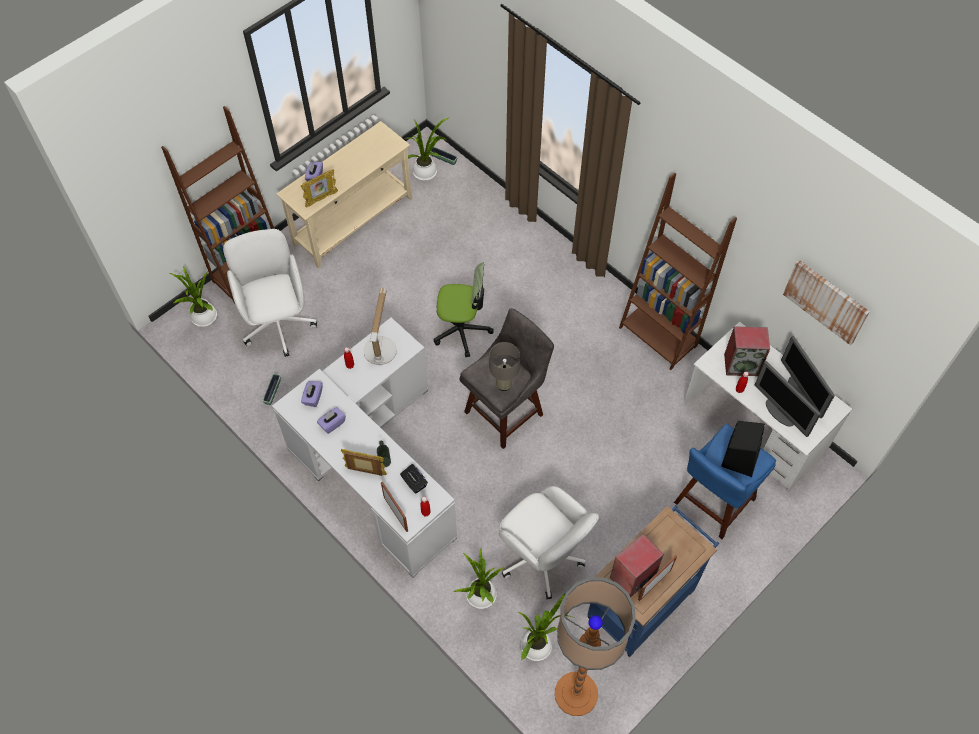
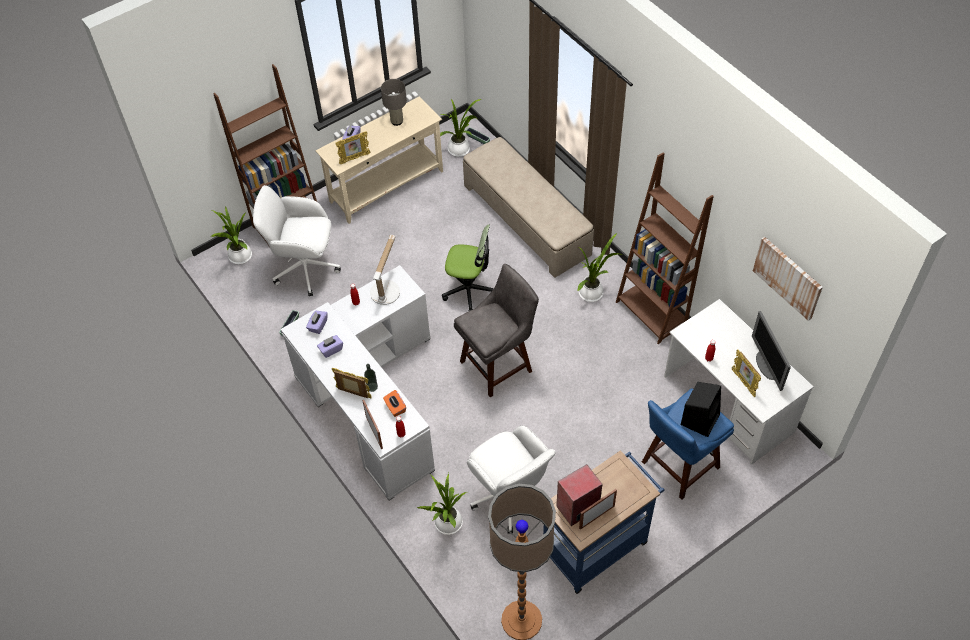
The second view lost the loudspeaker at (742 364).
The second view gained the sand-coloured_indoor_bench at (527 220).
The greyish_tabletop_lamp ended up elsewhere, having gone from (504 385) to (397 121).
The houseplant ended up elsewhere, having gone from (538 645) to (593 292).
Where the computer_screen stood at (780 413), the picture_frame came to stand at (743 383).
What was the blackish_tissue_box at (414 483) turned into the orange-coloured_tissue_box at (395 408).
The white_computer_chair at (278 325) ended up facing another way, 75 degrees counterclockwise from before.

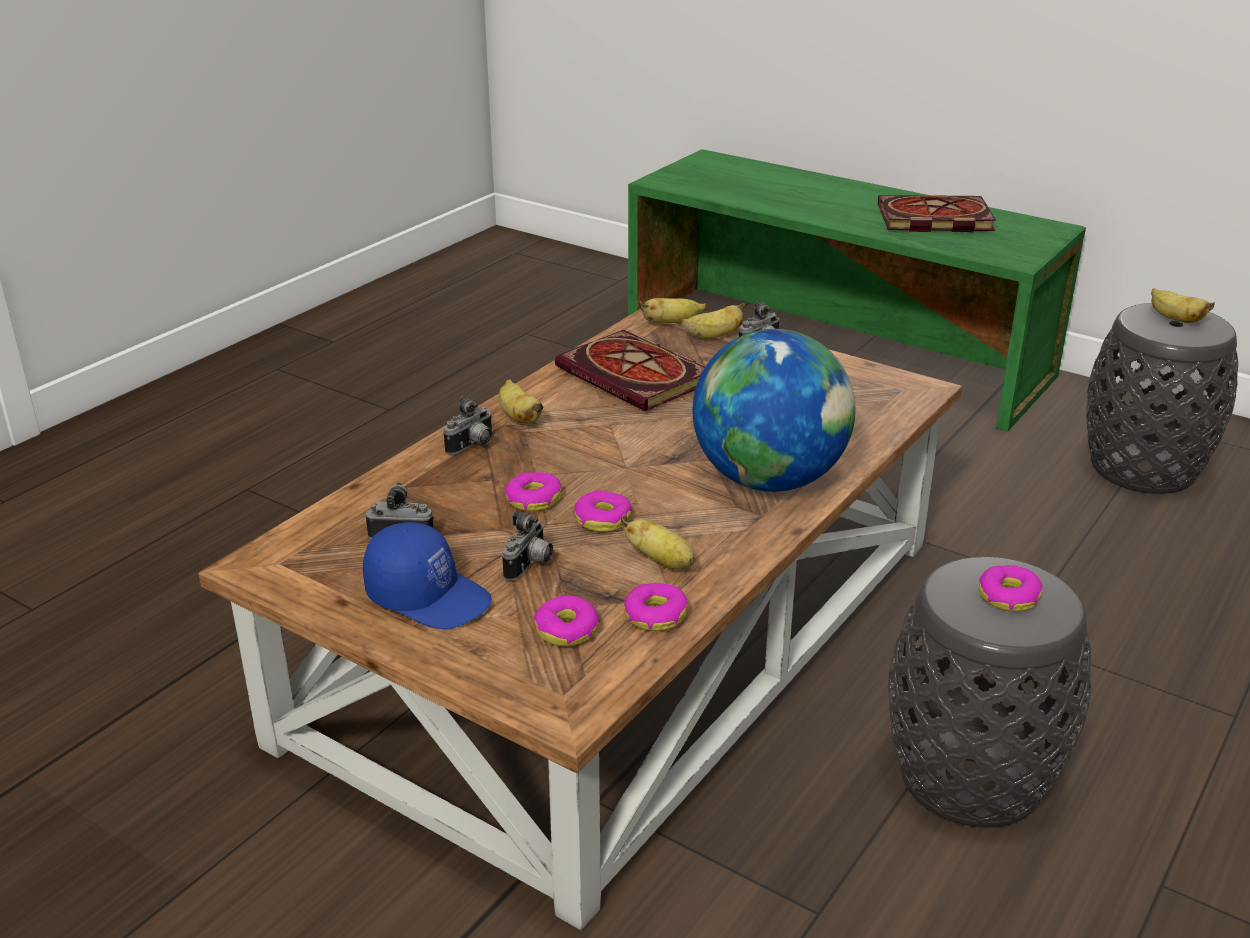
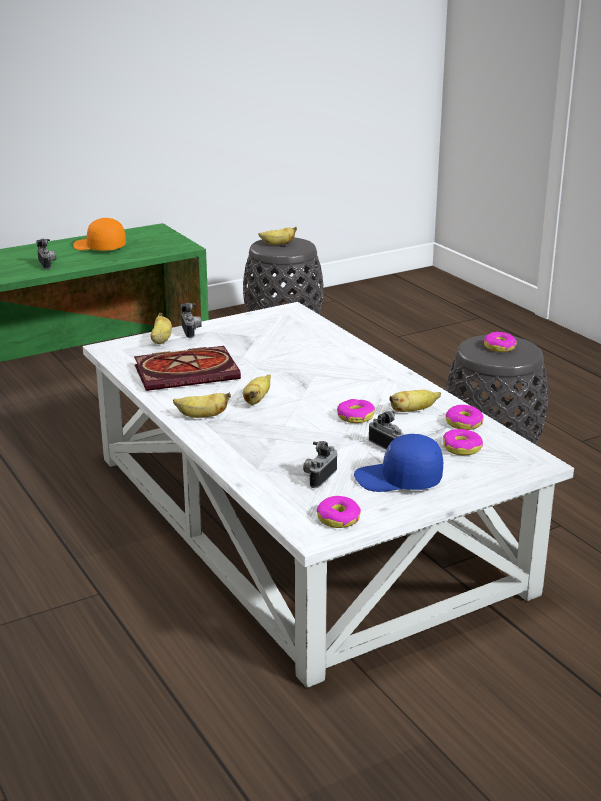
The second view lost the desk_globe at (769 480).
The still_camera ended up elsewhere, having gone from (473 446) to (48 265).
The doughnut ended up elsewhere, having gone from (533 499) to (338 519).
The whole_banana ended up elsewhere, having gone from (671 323) to (257 400).
Where the volume stood at (932 219), the orange-coloured_cap came to stand at (99 247).
What was the brownish_low_table at (623 633) turned into the white_low_table at (296 520).
The blue_cap at (429 596) ended up facing another way, 135 degrees counterclockwise from before.

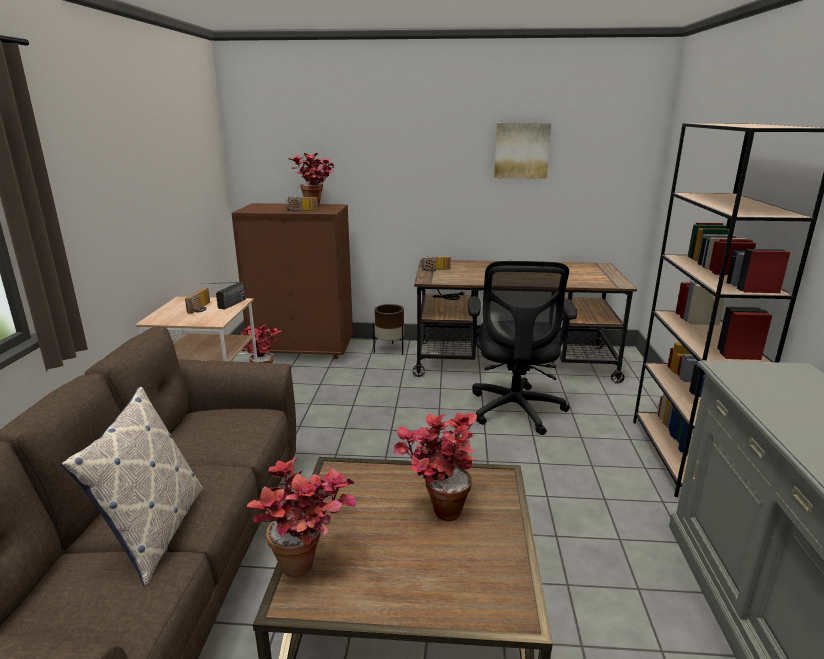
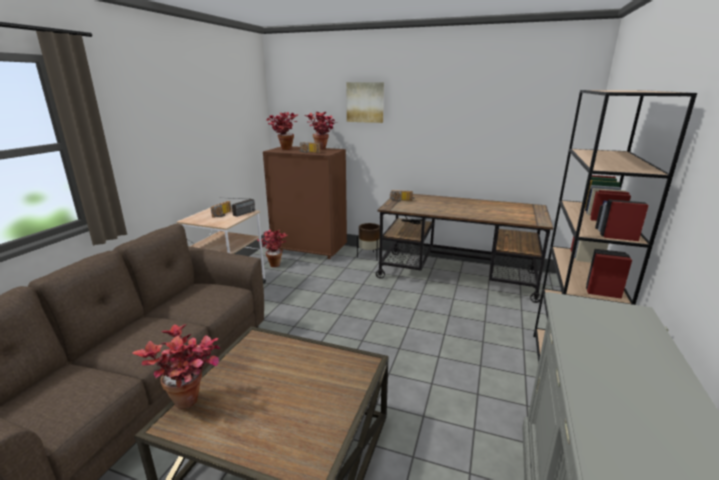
The second view lost the pillow at (155 532).
The second view lost the blackish_computer_chair at (513 406).
The houseplant ended up elsewhere, having gone from (436 510) to (283 149).
The picture ended up elsewhere, having gone from (521 150) to (365 102).

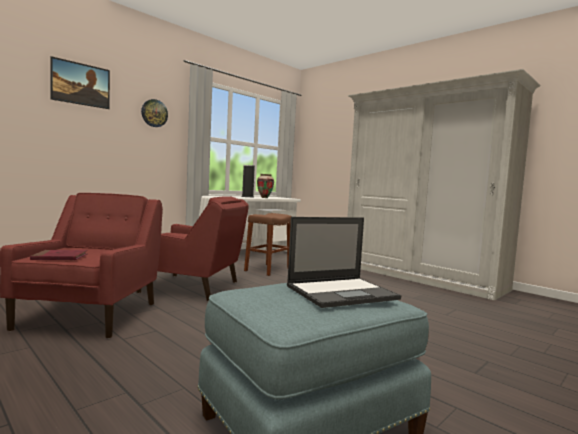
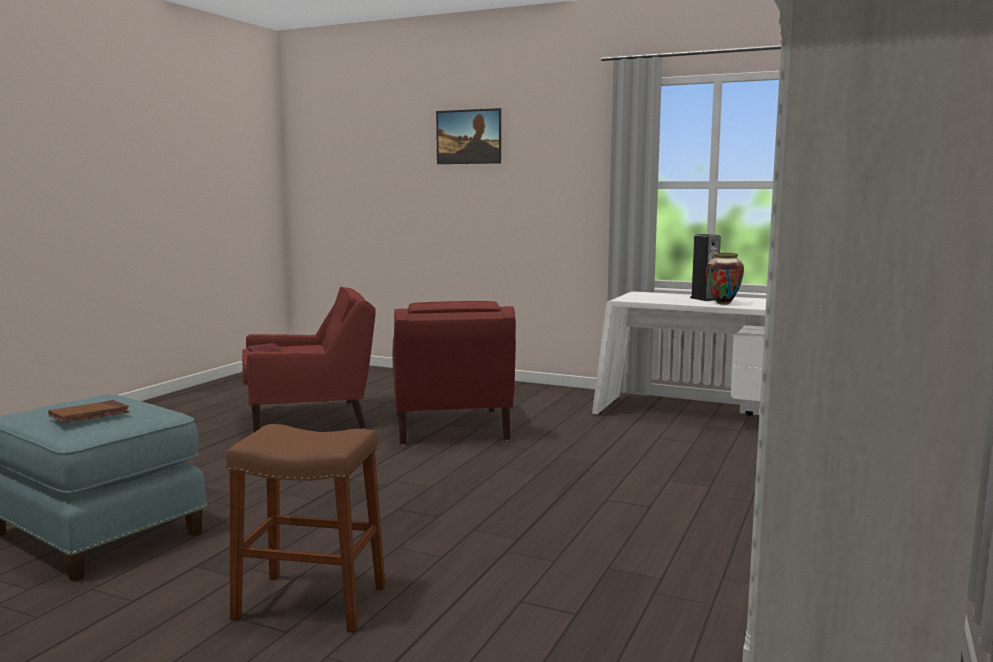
The second view lost the clock_on_the_wall at (154 113).
The brownish_stool ended up elsewhere, having gone from (268 269) to (310 602).
Where the portable_computer stood at (342 292), the brownish_volume came to stand at (89 415).

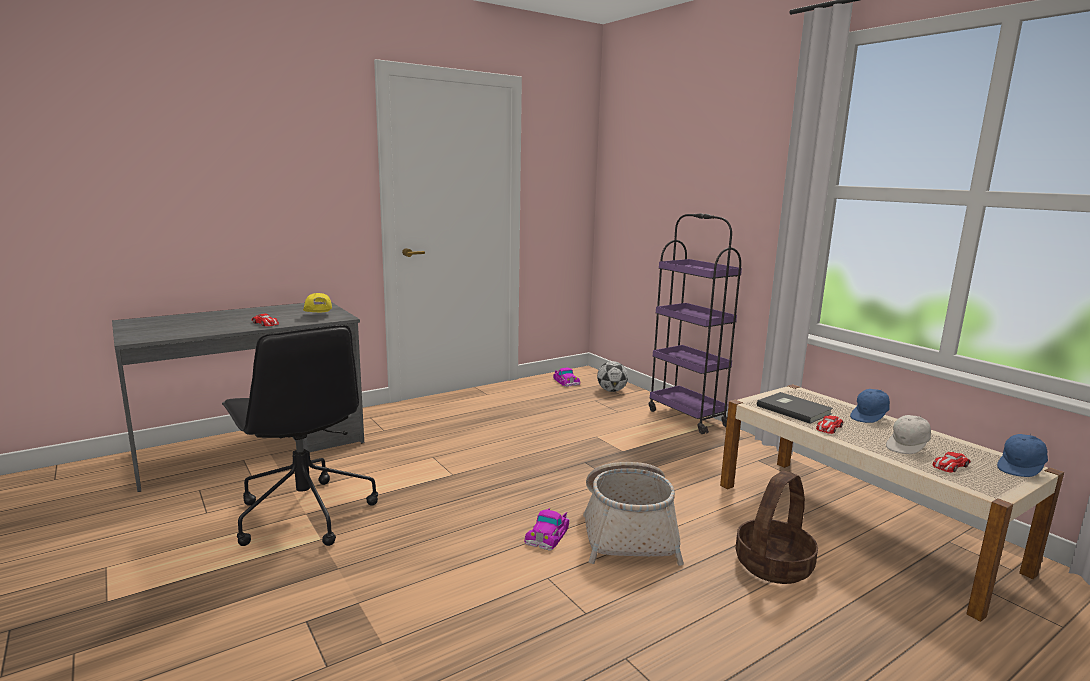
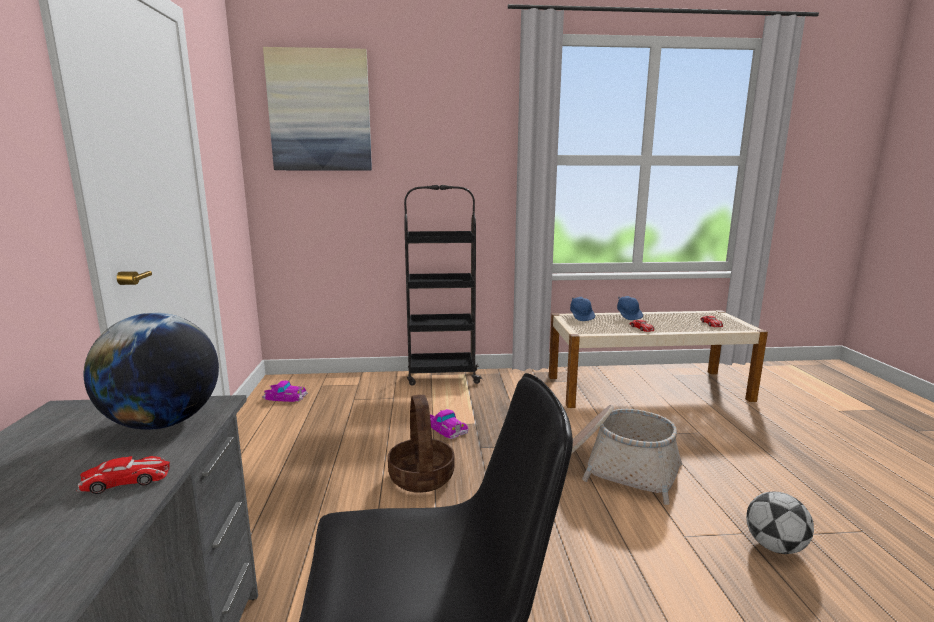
The second view lost the greyish_volume at (793 409).
The second view lost the white_cap at (908 447).
The second view gained the picture at (320 111).
The model_car ended up elsewhere, having gone from (548 533) to (446 428).
The football ended up elsewhere, having gone from (611 391) to (774 546).
The household_basket ended up elsewhere, having gone from (773 565) to (422 477).
The blue_cap ended up elsewhere, having gone from (1021 468) to (581 317).
Where the yellowish_cap stood at (318 316), the desk_globe came to stand at (164 423).
What was the purple_cart at (687 418) turned into the blackish_cart at (442 377).

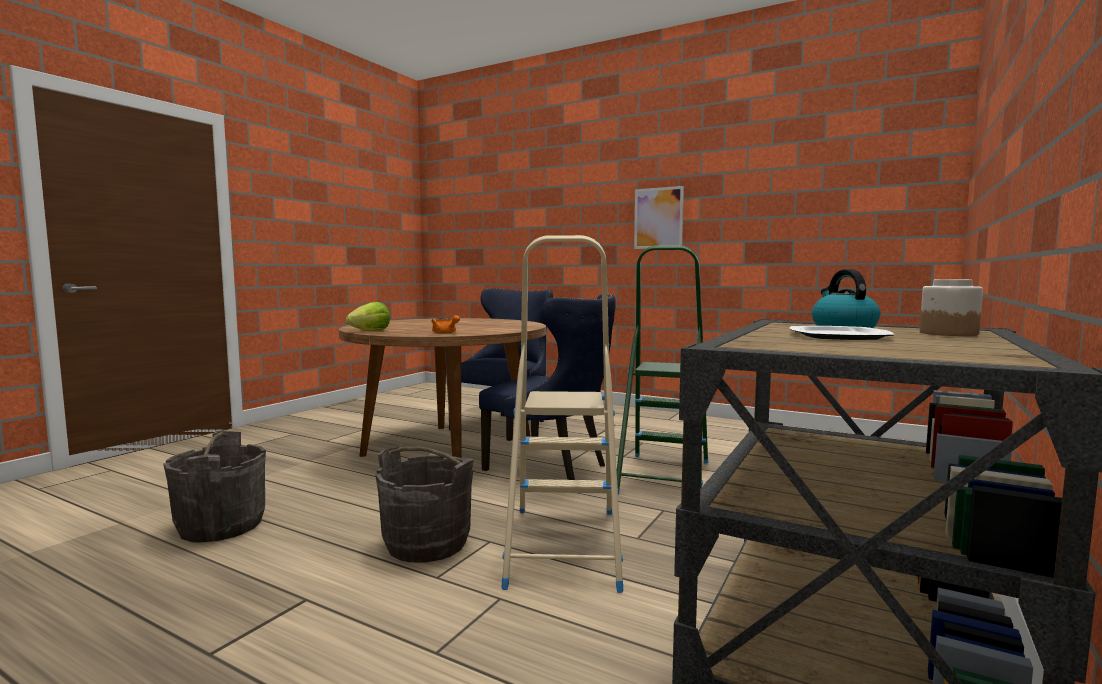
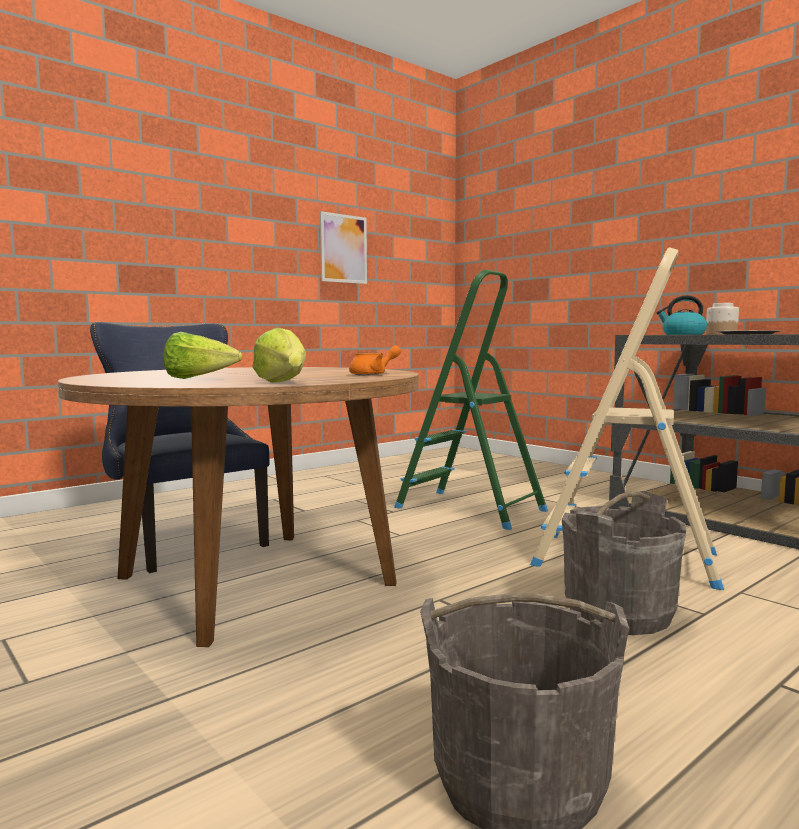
The second view lost the blue_chair at (551 466).
The second view gained the lettuce at (198 379).
The picture ended up elsewhere, having gone from (658 218) to (343 248).

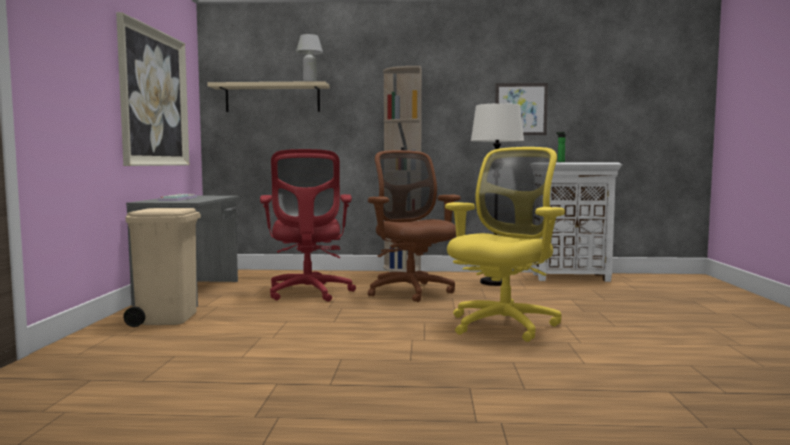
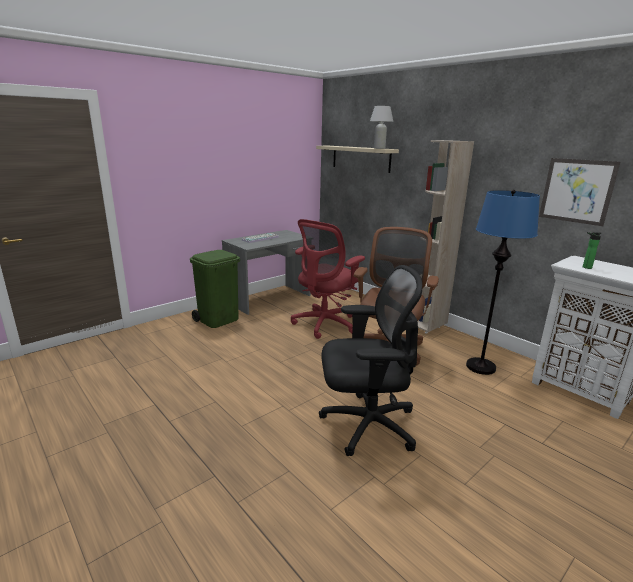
The second view lost the picture at (154 98).
What was the sand-coloured_waste_bin at (167 318) turned into the greenish_waste_bin at (219 320).
What was the yellowish_computer_chair at (501 327) turned into the blackish_computer_chair at (363 427).
What was the white_standing_lamp at (494 282) turned into the blue_standing_lamp at (481 367).

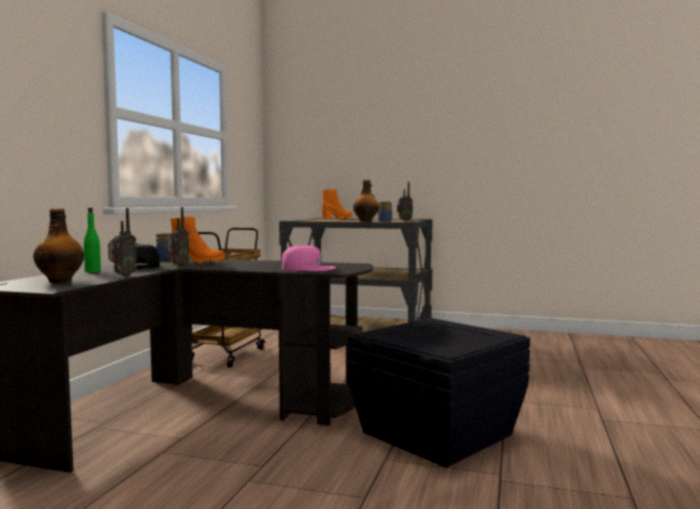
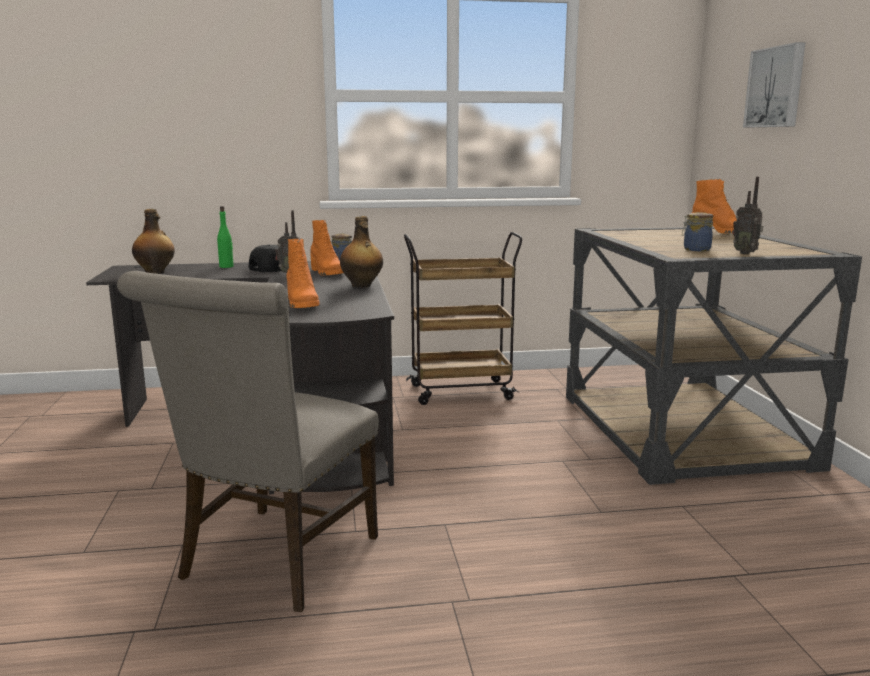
The second view lost the radio_set at (122 275).
The second view gained the picture at (776 87).
The bottle ended up elsewhere, having gone from (366 221) to (361 285).
Where the pink-coloured_cap stood at (307 268), the orange-coloured_boot came to stand at (301 304).
Where the blackish_storage_box stood at (435 433), the sand-coloured_chair came to stand at (273 562).

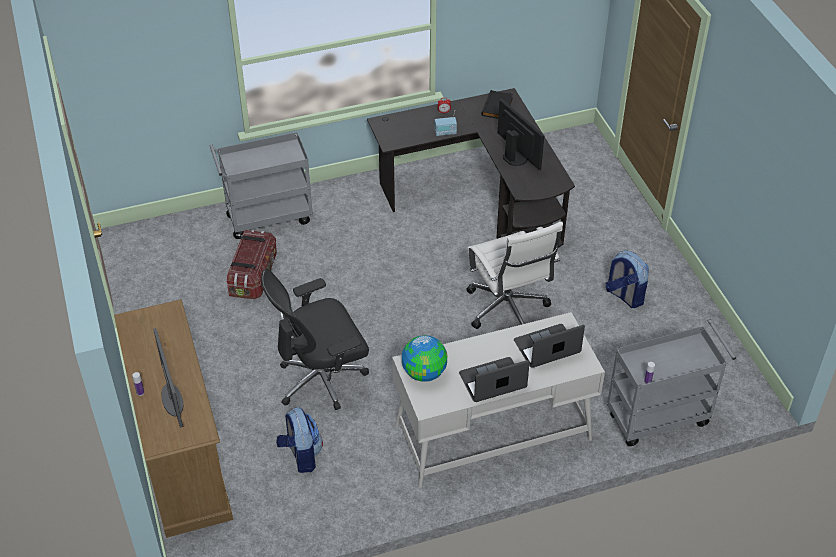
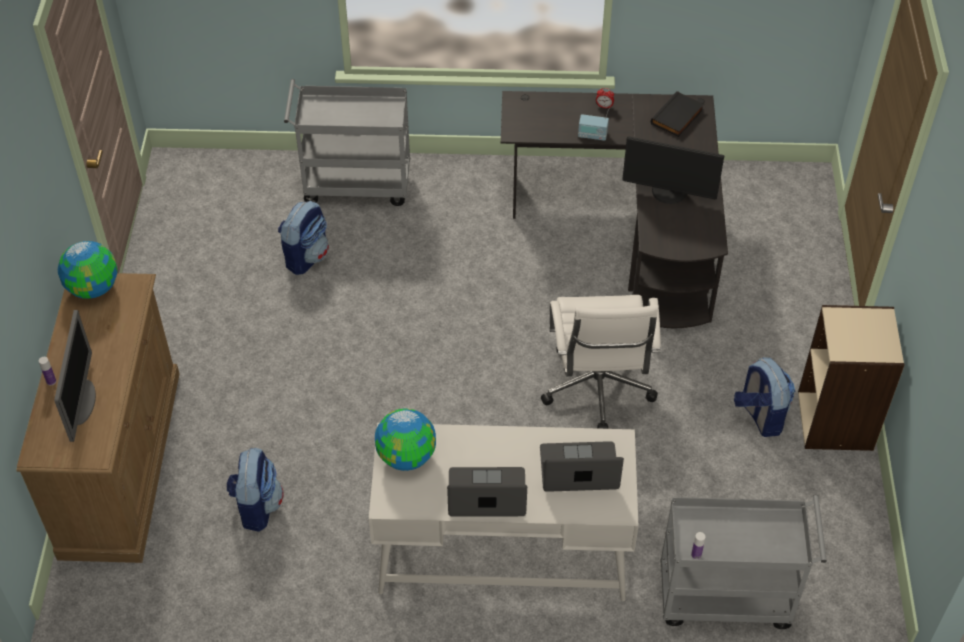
The second view lost the computer_chair at (322 379).
The second view gained the desk_globe at (94 288).
The second view gained the sand-coloured_bookcase at (836 421).
Where the storage_box stood at (254 275), the knapsack came to stand at (306 256).
The computer_screen at (516 157) ended up facing another way, 120 degrees clockwise from before.

